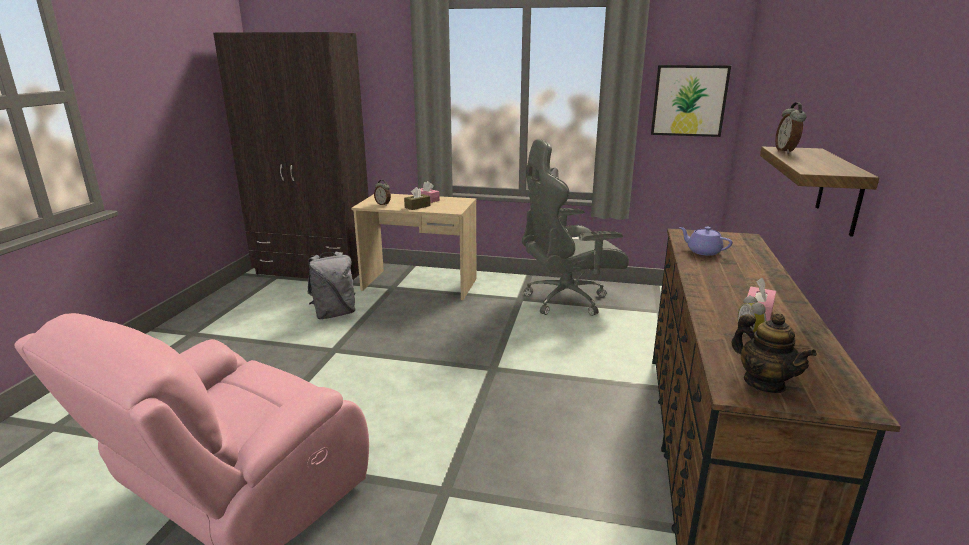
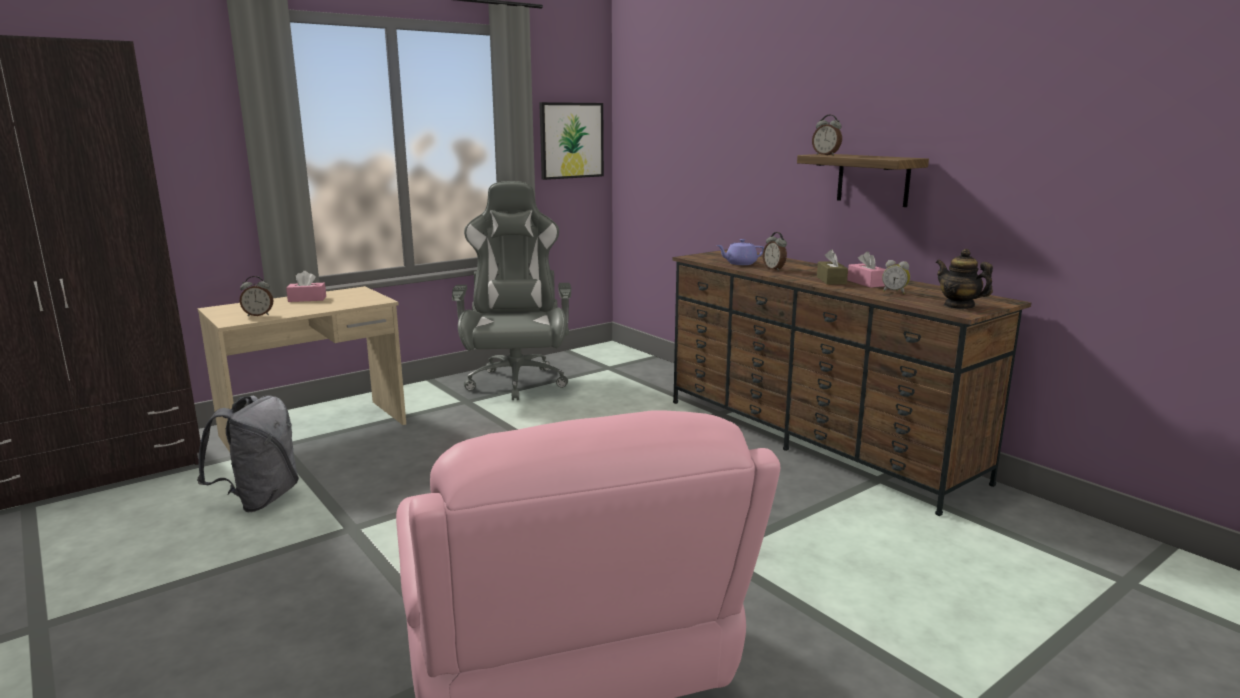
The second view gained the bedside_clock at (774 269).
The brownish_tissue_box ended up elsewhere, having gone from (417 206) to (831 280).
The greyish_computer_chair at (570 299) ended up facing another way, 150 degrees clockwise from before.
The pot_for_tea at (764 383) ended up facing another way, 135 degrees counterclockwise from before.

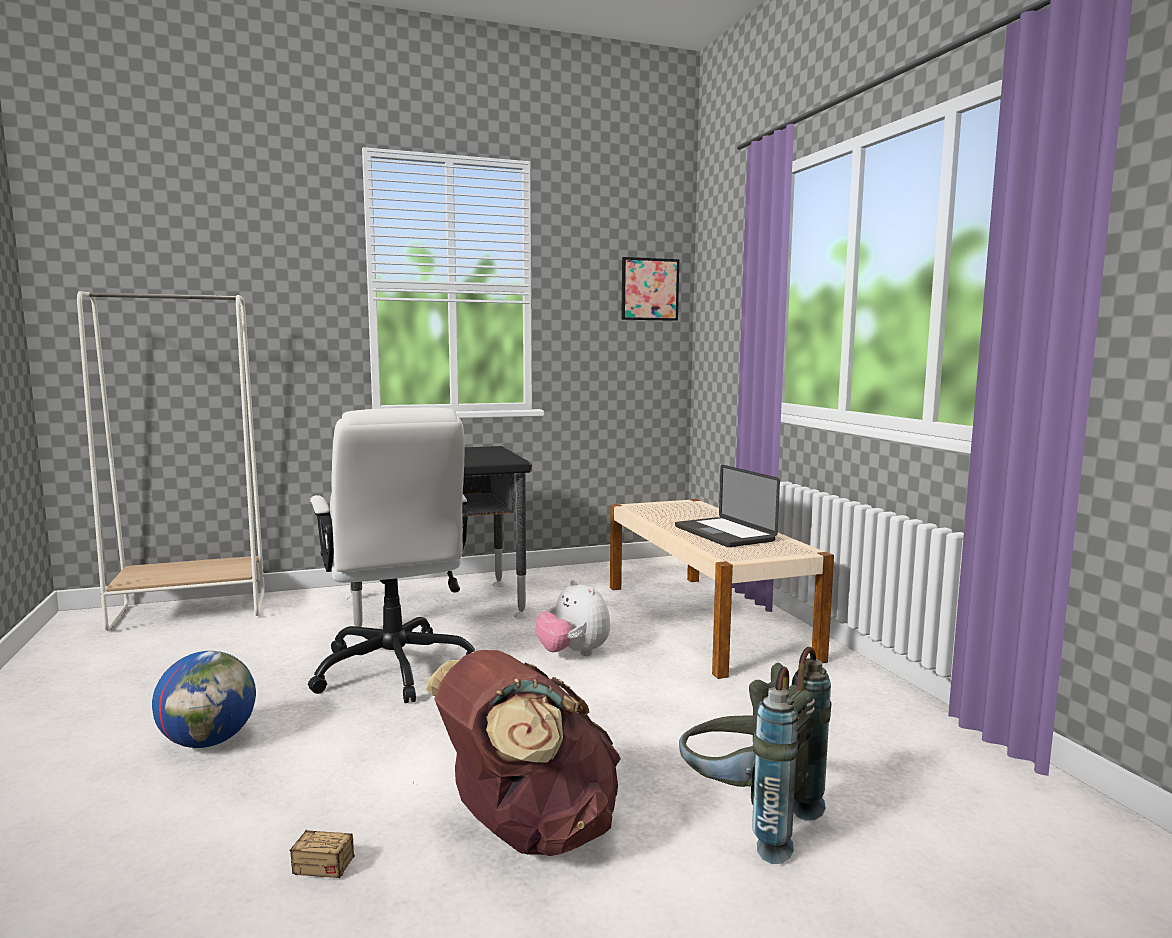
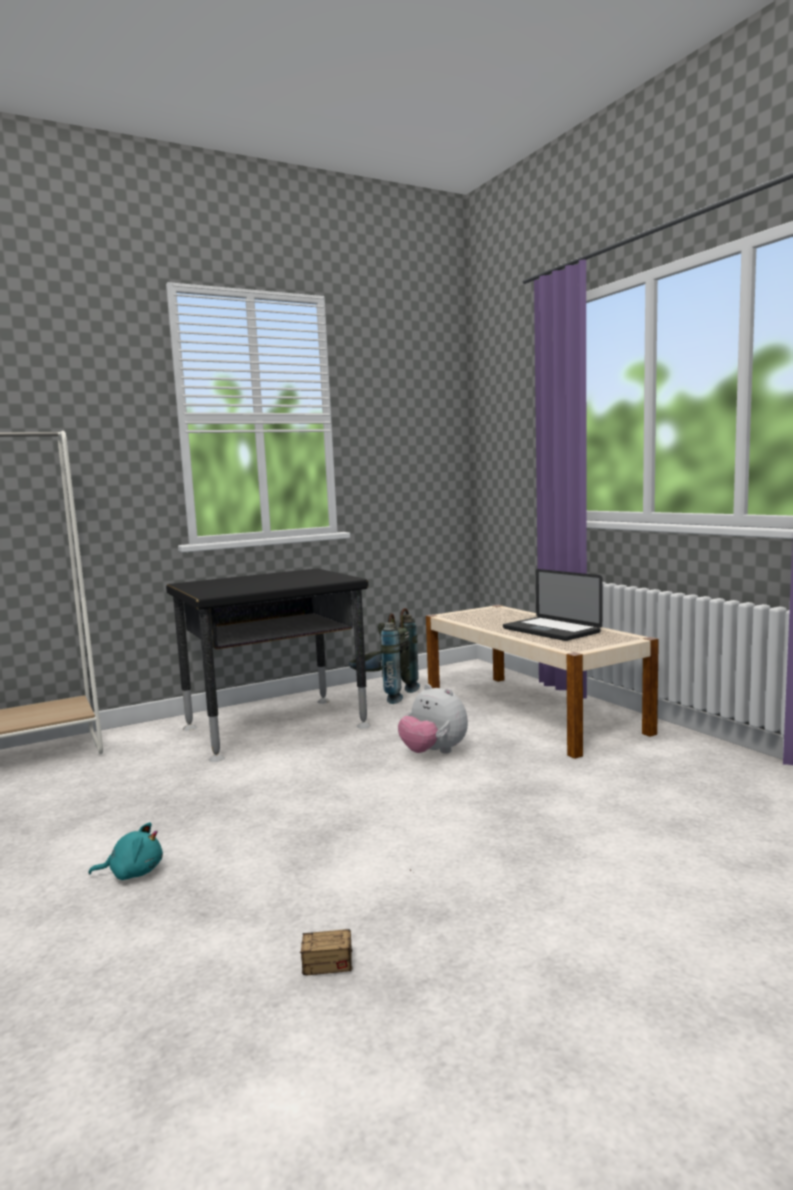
The second view lost the white_computer_chair at (396 672).
The second view lost the brownish_knapsack at (527 832).
The second view lost the picture at (649 289).
The greyish_knapsack ended up elsewhere, having gone from (747 820) to (383 695).
Where the desk_globe stood at (209 741), the turquoise_plush_toy came to stand at (133 873).

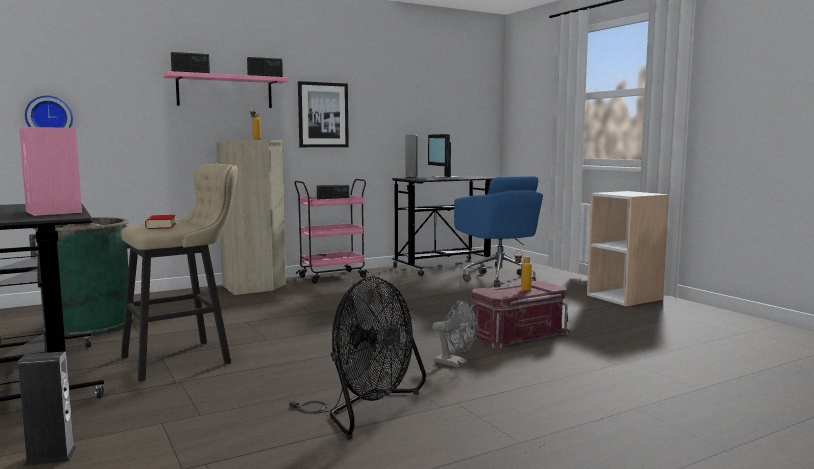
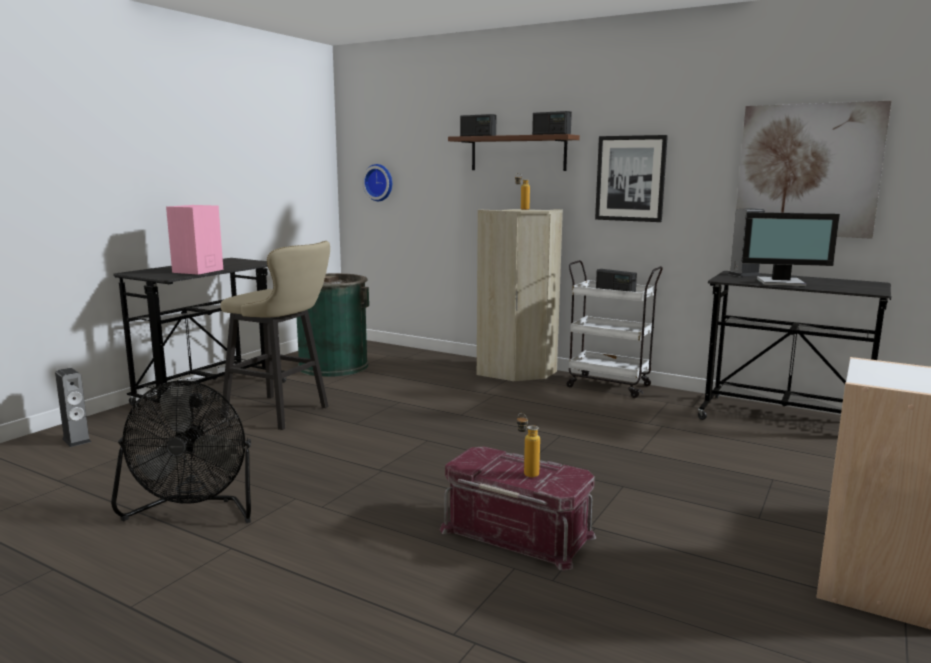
The second view lost the volume at (161 226).
The second view lost the greyish_cooling_fan at (456 364).
The second view lost the blue_computer_chair at (497 279).
The second view gained the picture at (807 170).
What was the pink-coloured_bracket_shelf at (225 91) turned into the brownish_bracket_shelf at (518 153).
What was the pink-coloured_cart at (333 277) turned into the white_cart at (609 386).
The computer_screen at (446 178) ended up facing another way, 120 degrees counterclockwise from before.

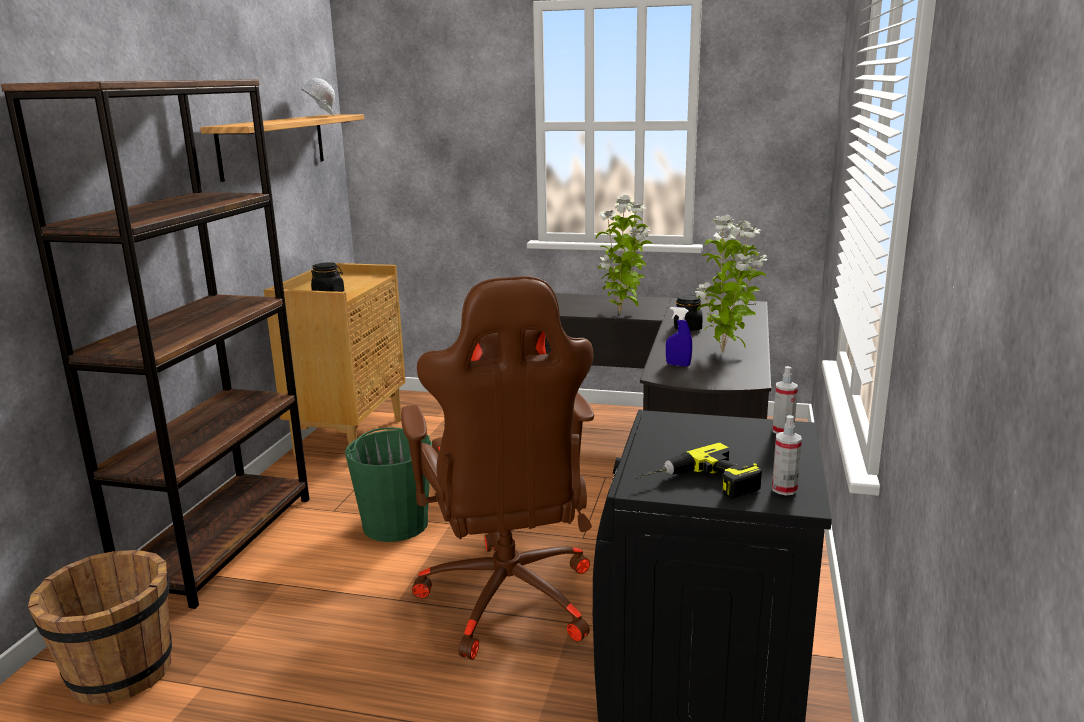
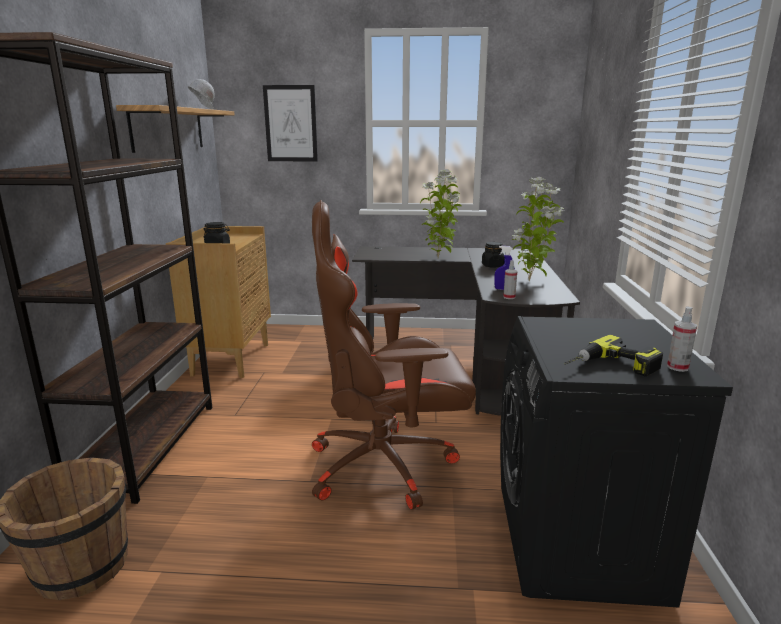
The second view lost the greenish_bucket at (395 524).
The second view gained the picture at (290 124).
The hand_sprayer ended up elsewhere, having gone from (783 431) to (509 297).
The brownish_computer_chair at (505 589) ended up facing another way, 105 degrees clockwise from before.

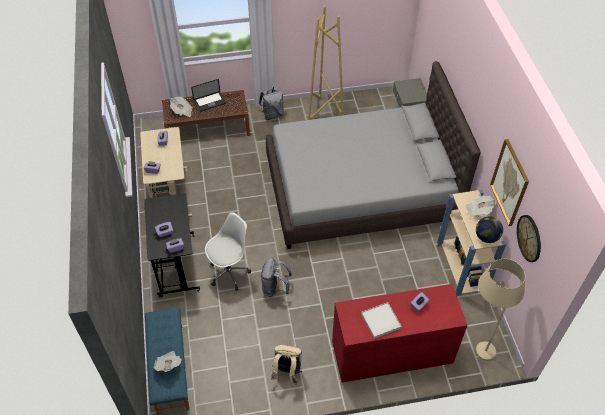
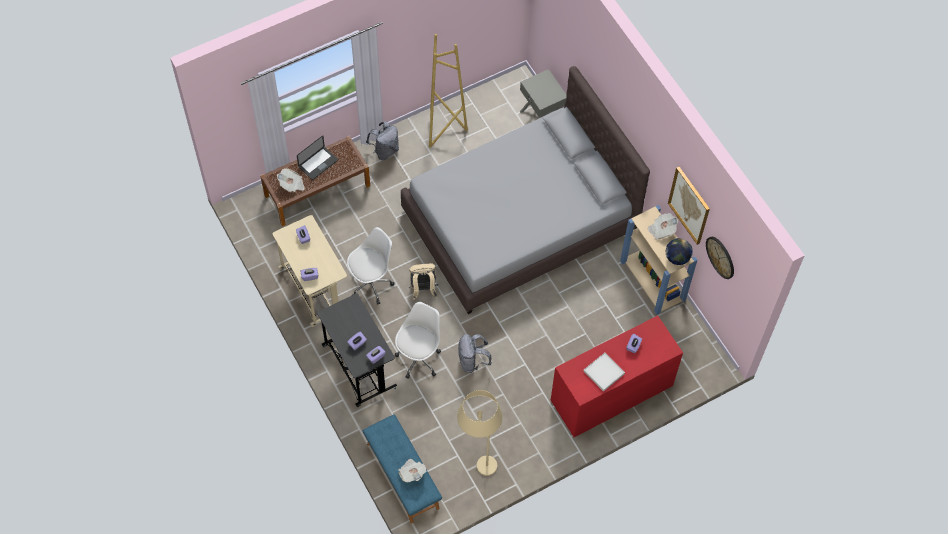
The second view gained the white_computer_chair at (372 284).
The sand-coloured_knapsack ended up elsewhere, having gone from (287 372) to (423 290).
The sand-coloured_standing_lamp ended up elsewhere, having gone from (478 342) to (477 459).

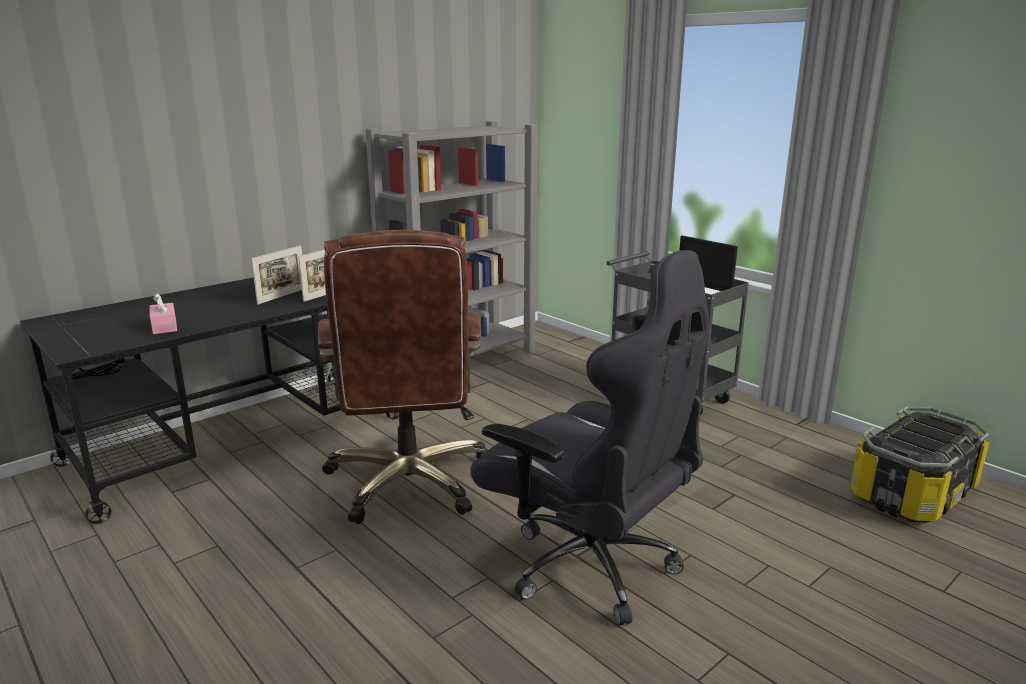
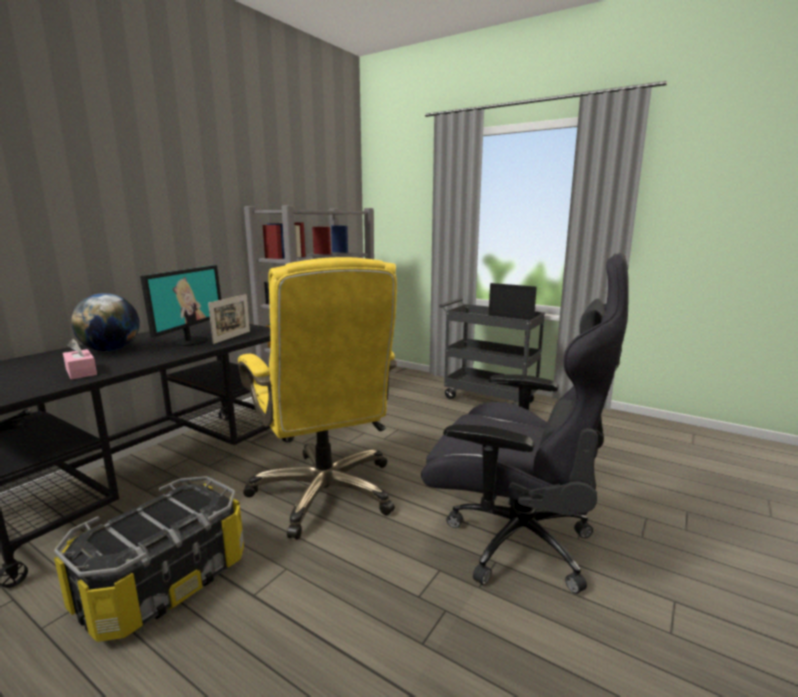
The second view gained the desk_globe at (111 350).
The storage_box ended up elsewhere, having gone from (911 493) to (163 583).
Where the picture_frame stood at (282 296), the computer_screen came to stand at (189 341).
What was the brownish_computer_chair at (409 479) turned into the yellowish_computer_chair at (325 491).

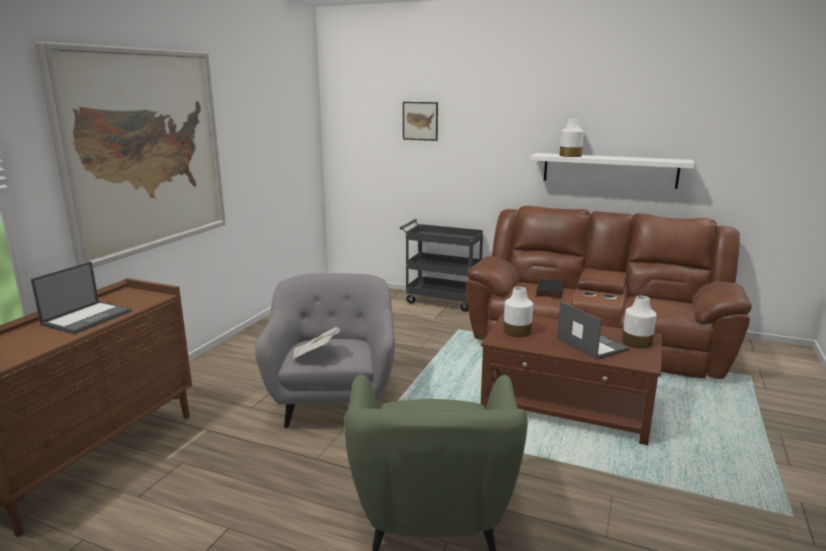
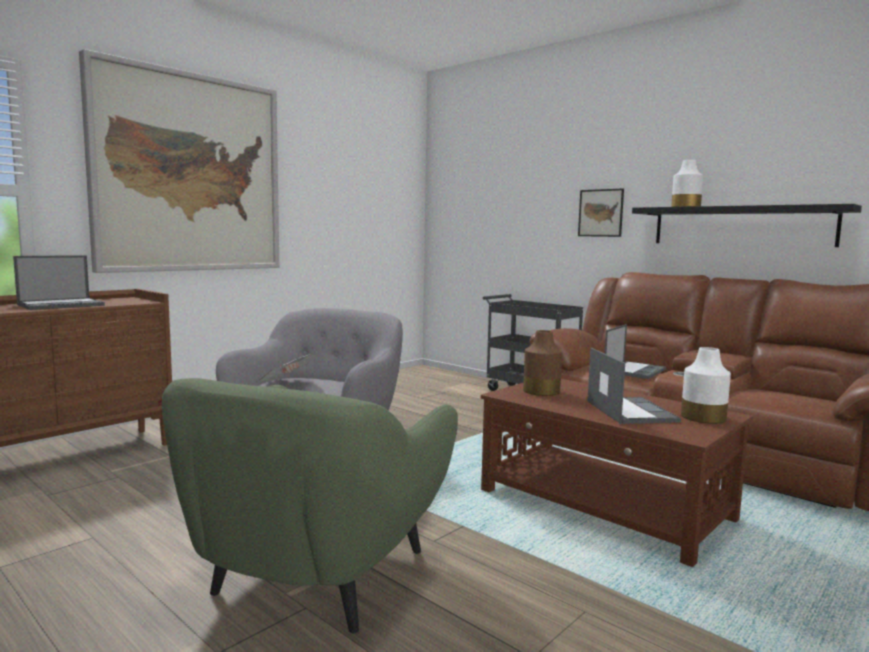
The picture ended up elsewhere, having gone from (420 121) to (600 213).
Where the blackish_volume stood at (548 290), the portable_computer came to stand at (635 370).
What was the white_vase at (516 331) turned into the brownish_vase at (541 390).
What was the white_bracket_shelf at (609 170) turned into the blackish_bracket_shelf at (741 226).

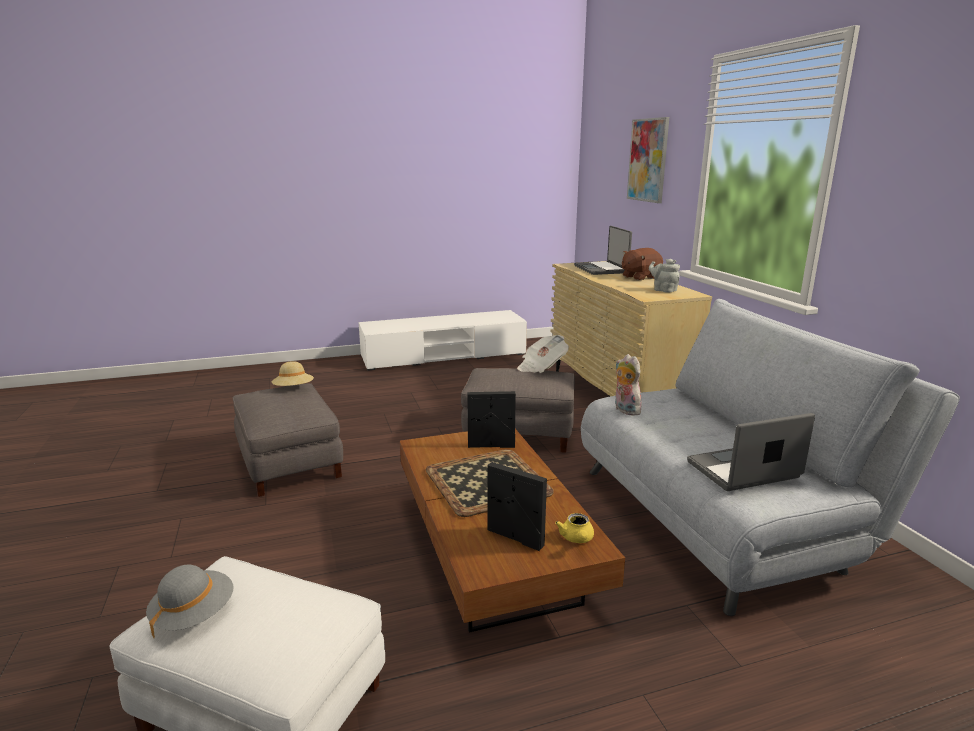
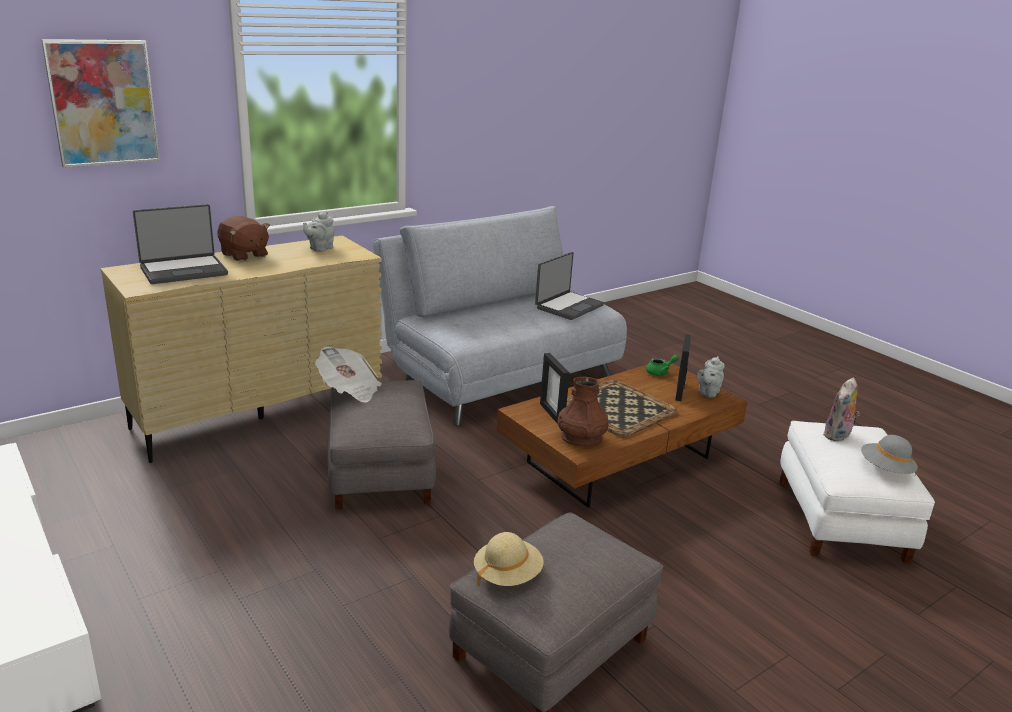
The second view gained the brownish_vase at (581 438).
The second view gained the greyish_pot_for_tea at (708 392).
The plush_toy ended up elsewhere, having gone from (625 410) to (838 436).
What was the yellowish_pot_for_tea at (577 539) turned into the greenish_pot_for_tea at (660 372).
The portable_computer at (744 471) ended up facing another way, 105 degrees counterclockwise from before.

